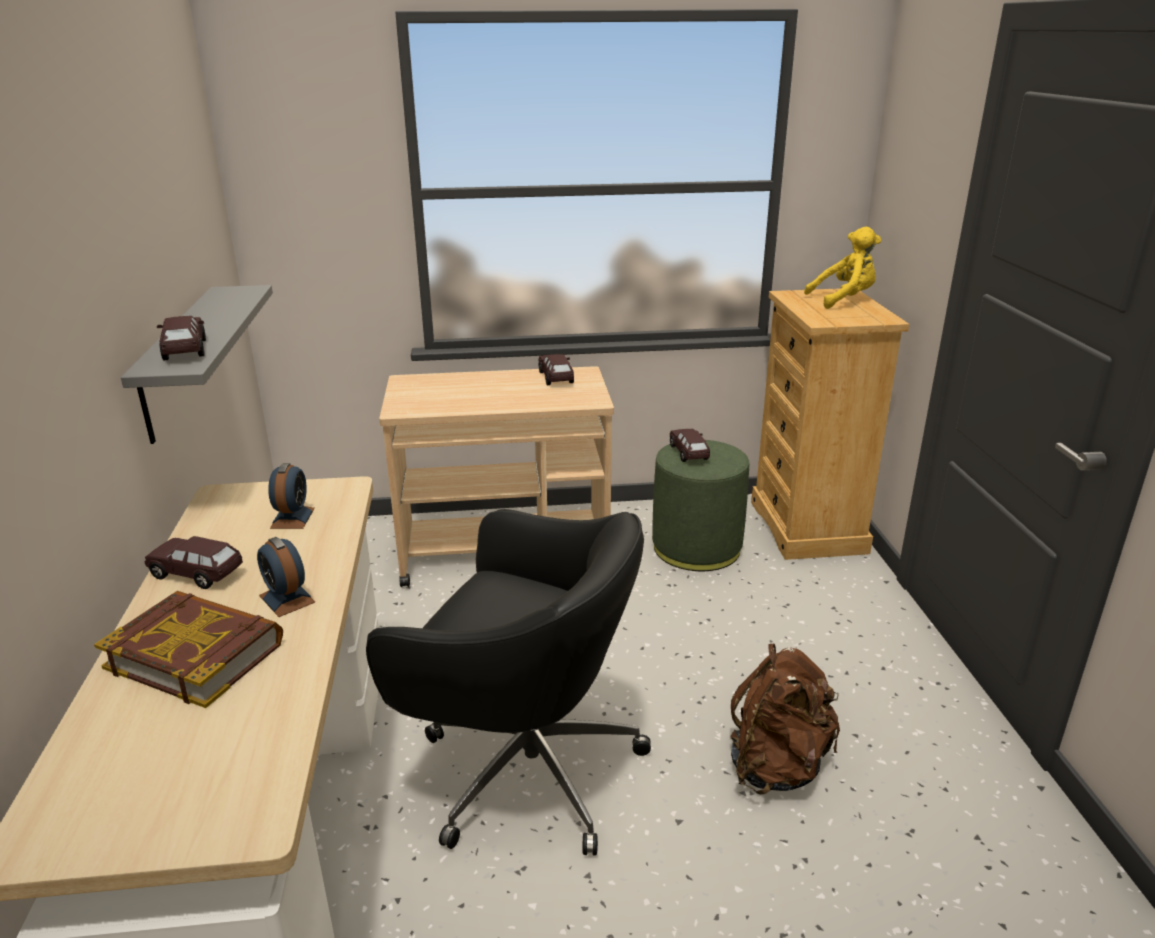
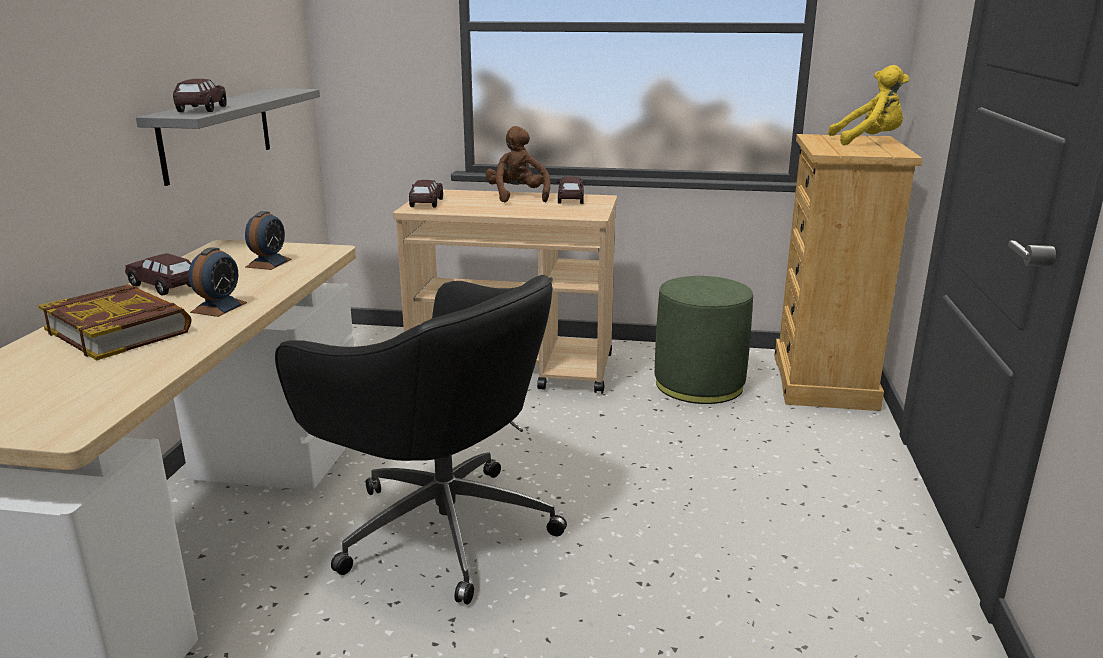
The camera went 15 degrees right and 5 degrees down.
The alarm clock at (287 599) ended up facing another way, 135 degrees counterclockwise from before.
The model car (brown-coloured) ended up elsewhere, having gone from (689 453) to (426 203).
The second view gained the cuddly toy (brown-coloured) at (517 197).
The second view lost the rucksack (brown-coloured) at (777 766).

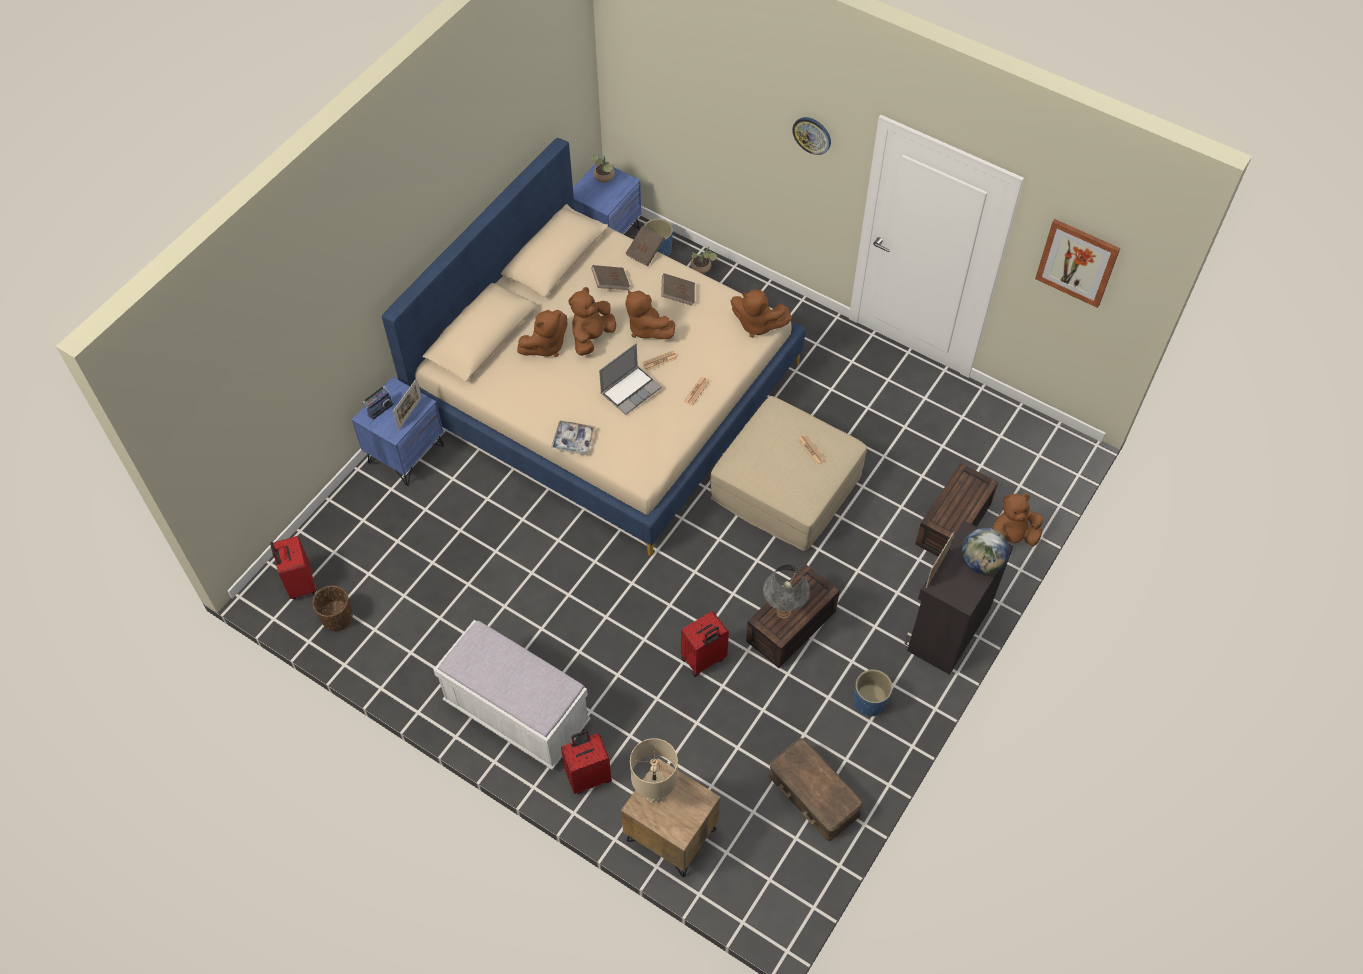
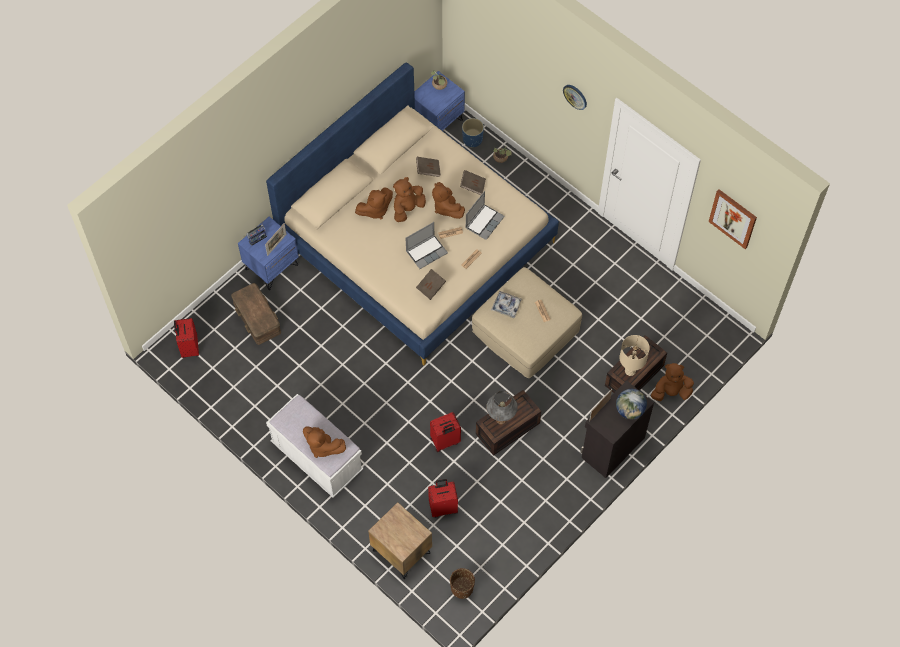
The camera went 10 degrees right and 5 degrees up.
The storage box (brown-coloured) ended up elsewhere, having gone from (813 795) to (256 318).
The cuddly toy (brown-coloured) ended up elsewhere, having gone from (757 324) to (322 446).
The volume (brown-coloured) ended up elsewhere, having gone from (645 252) to (431 287).
The suitcase (reddish) ended up elsewhere, having gone from (588 776) to (443 507).
The flower pot (brown-coloured) ended up elsewhere, having gone from (337 617) to (462 588).
The second view gained the portable computer at (484 222).
The carrying tray ended up elsewhere, having gone from (573 440) to (506 306).
The table lamp (beige) ended up elsewhere, having gone from (654 794) to (630 371).
The second view lost the flower pot (blue-coloured) at (870 702).

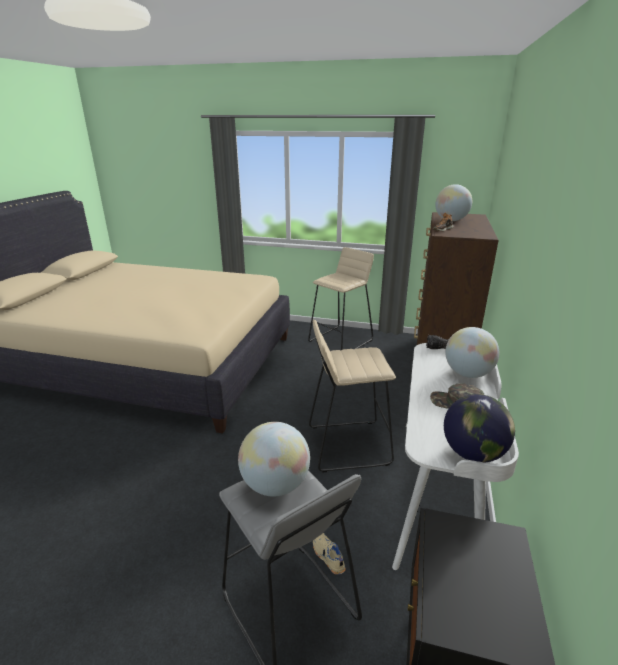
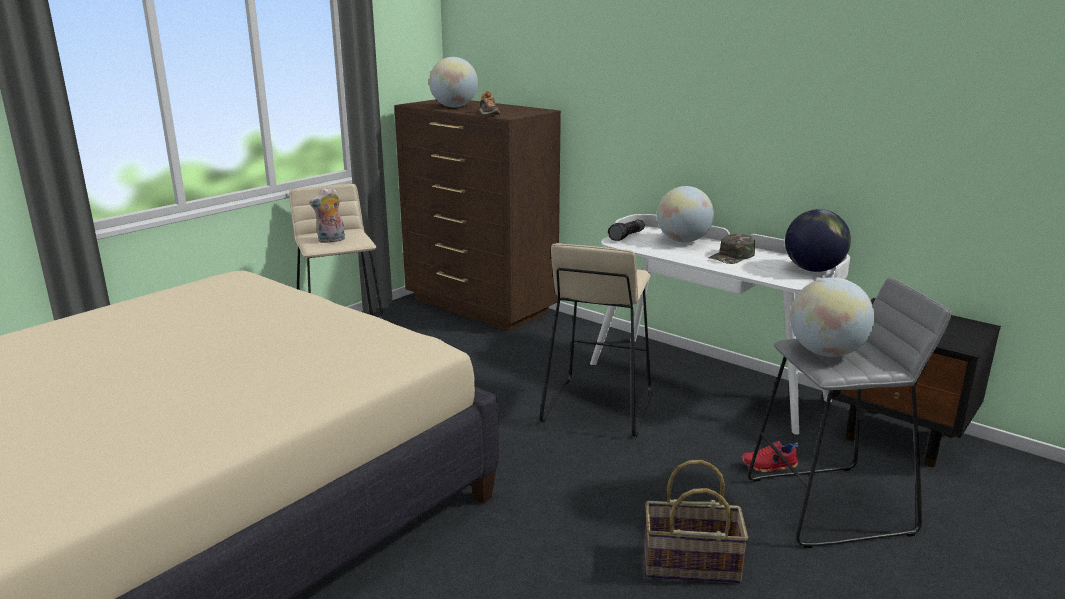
The camera went 65 degrees left and 5 degrees down.
The second view gained the cuddly toy at (331 240).
The second view gained the household basket at (690 565).
What was the item of footwear (beige) at (327 556) turned into the item of footwear (reddish) at (769 466).

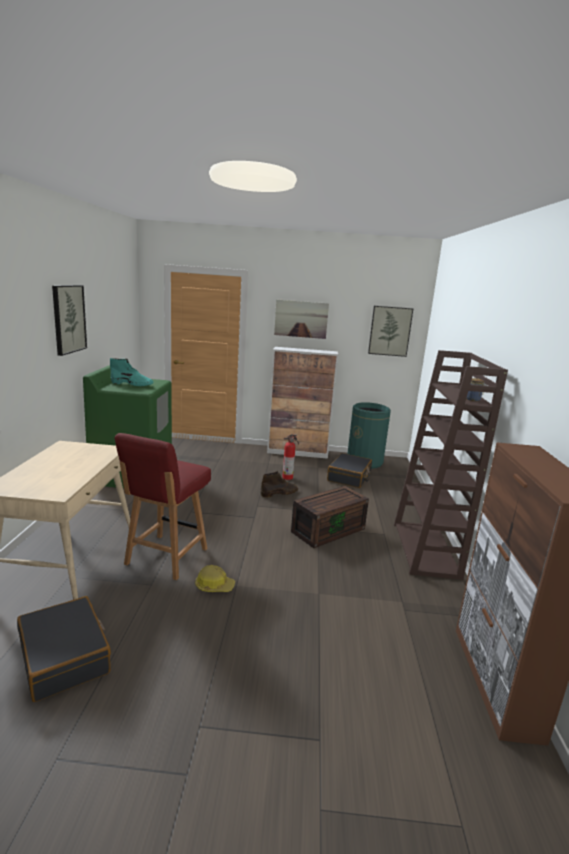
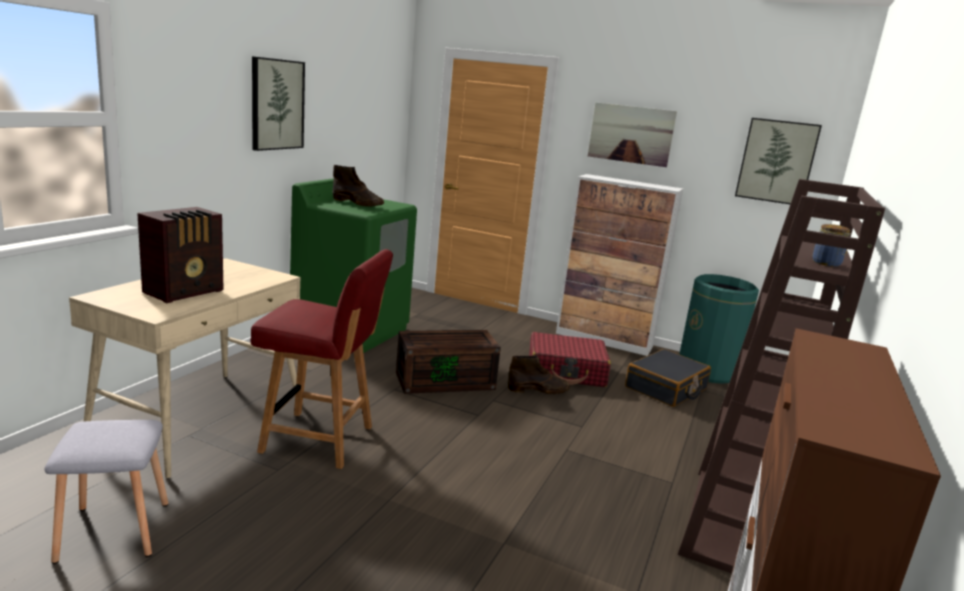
The camera went 20 degrees right and 0 degrees up.
Where the suitcase (blackish) stood at (65 657), the stool (grey) came to stand at (113 530).
The second view gained the radio receiver at (186 292).
The plain chair (reddish) at (165 557) ended up facing another way, 120 degrees counterclockwise from before.
What was the tall boot (turquoise-coloured) at (132 384) turned into the tall boot (brown-coloured) at (358 203).
The storage box (brown-coloured) ended up elsewhere, having gone from (328 529) to (446 380).
Where the extinguisher stood at (288 477), the suitcase (reddish) came to stand at (566 371).
The second view lost the work helmet at (214 586).

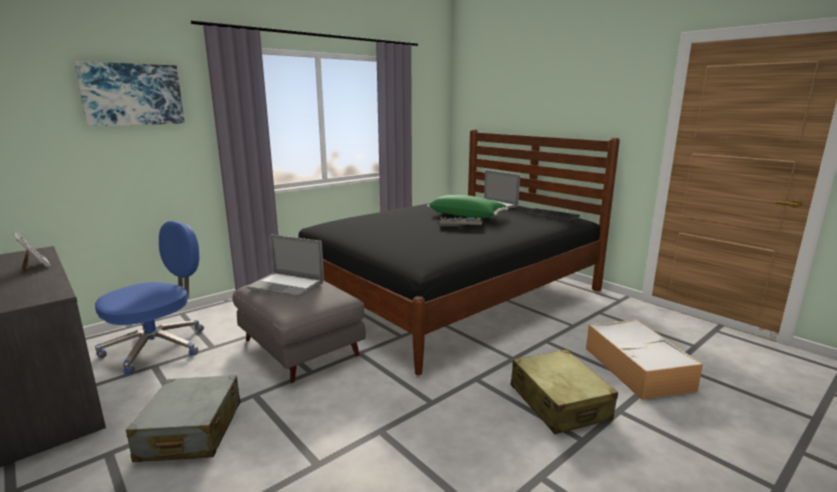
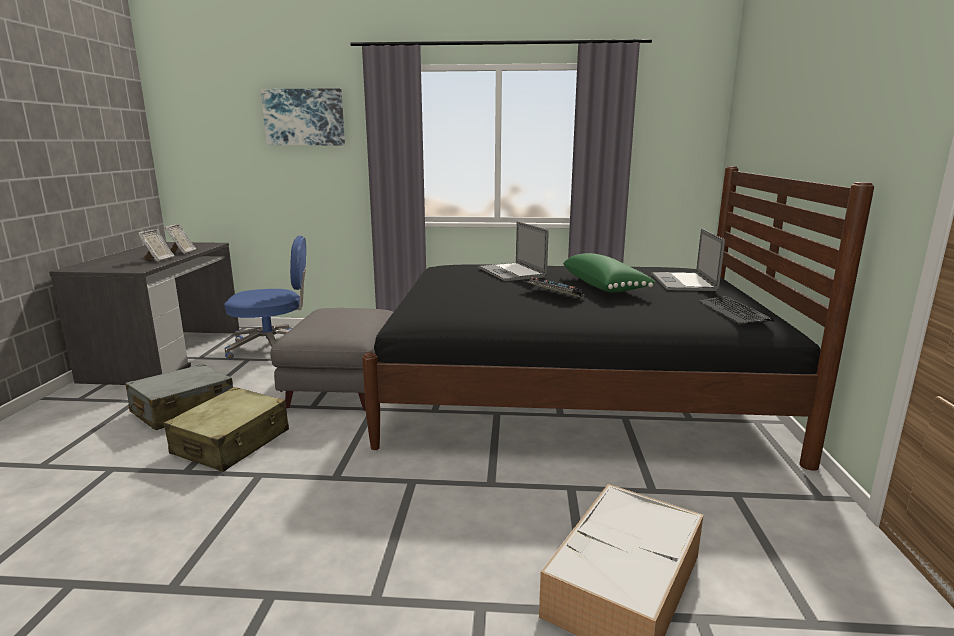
The camera went 45 degrees right and 0 degrees up.
The second view gained the standing frame at (158 260).
The suitcase (beige) ended up elsewhere, having gone from (559 403) to (232 442).
The portable computer ended up elsewhere, having gone from (286 285) to (511 272).

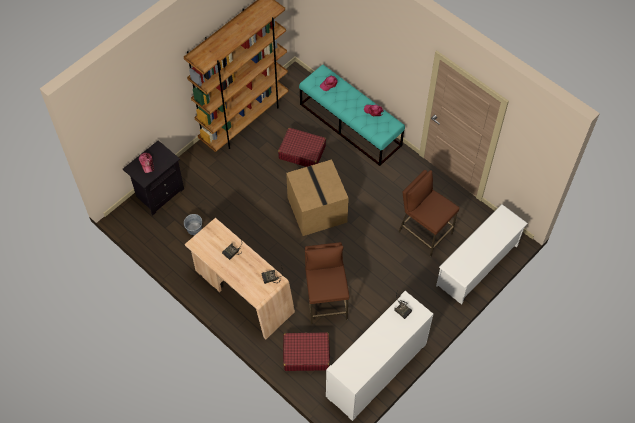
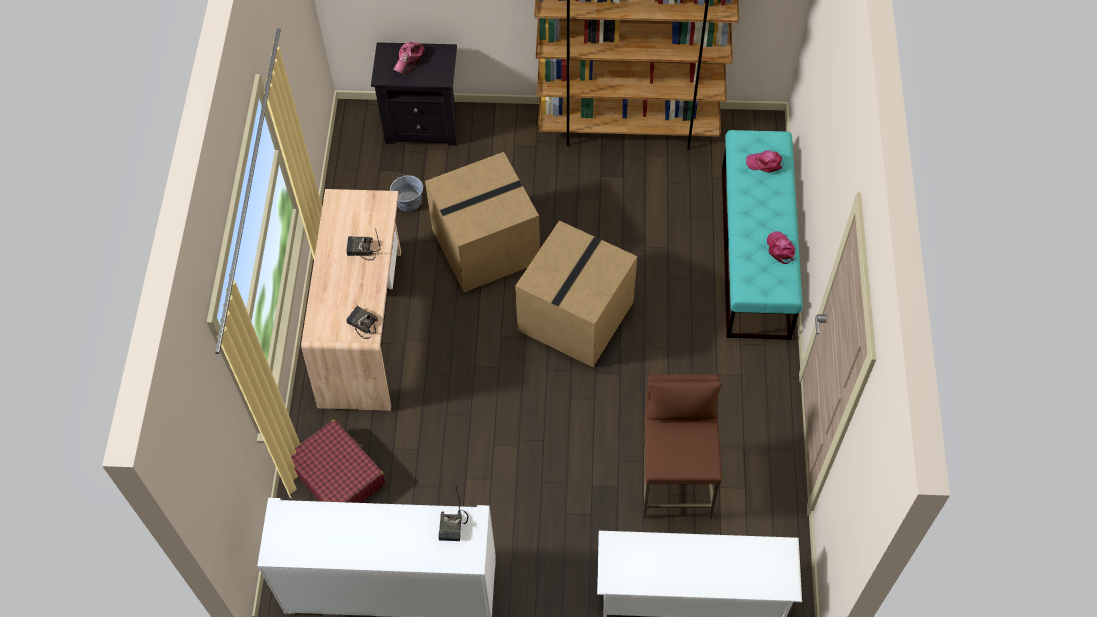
The camera went 50 degrees right and 0 degrees up.
The second view gained the cardboard box at (486 244).
The second view lost the suitcase (reddish) at (302 152).
The second view lost the stool (brown-coloured) at (326 301).

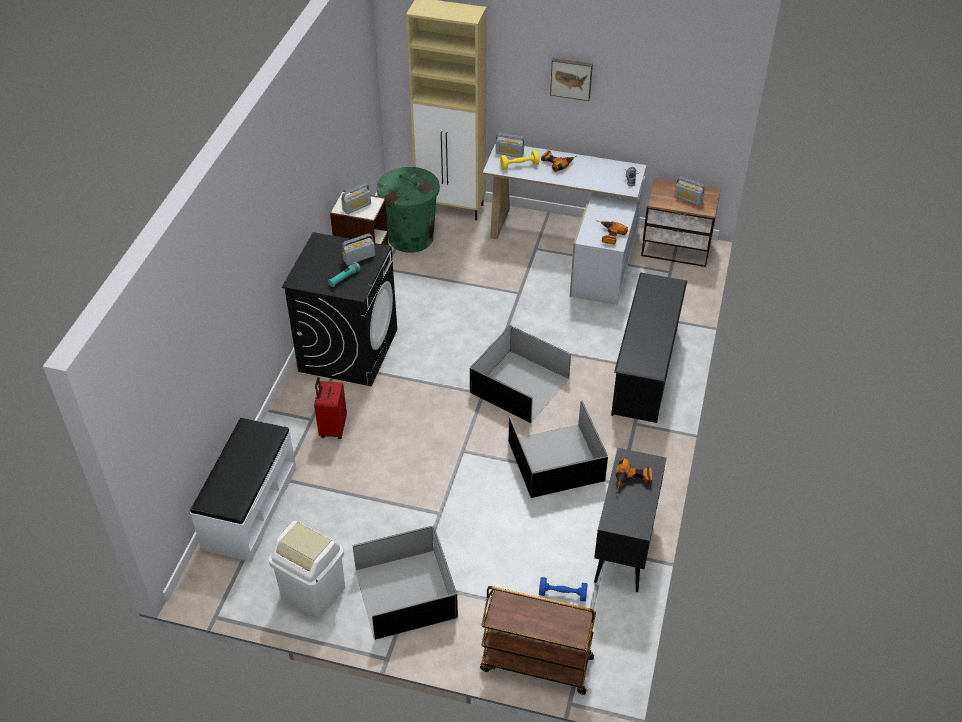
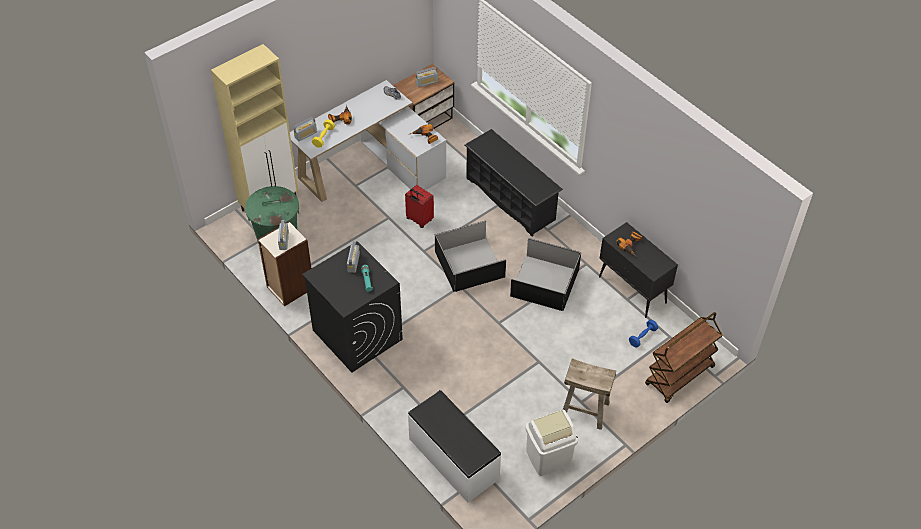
The camera went 55 degrees left and 5 degrees up.
The suitcase (reddish) ended up elsewhere, having gone from (332 428) to (419 220).
Where the storage box (blackish) stood at (405 592), the stool (beige) came to stand at (584 410).
The second view lost the wall picture at (571 78).

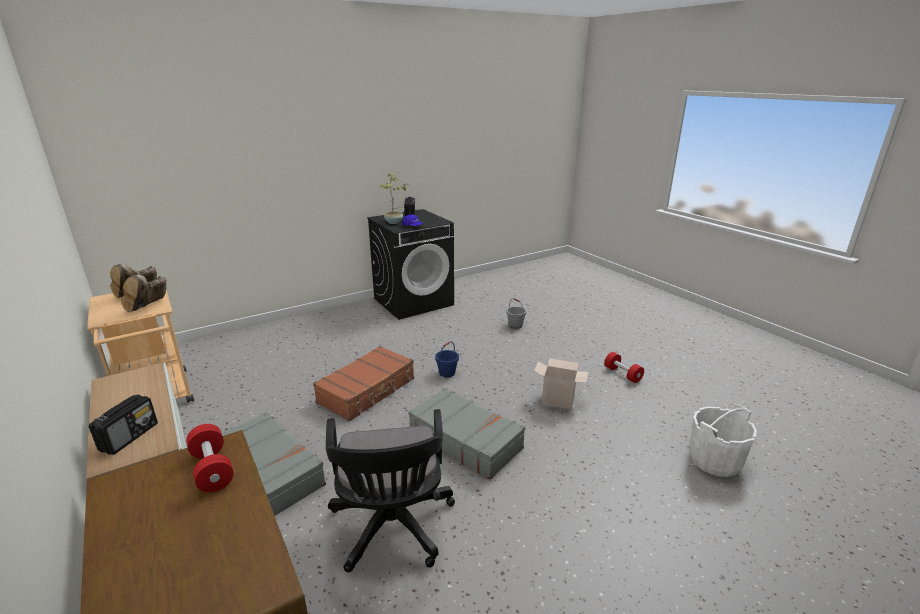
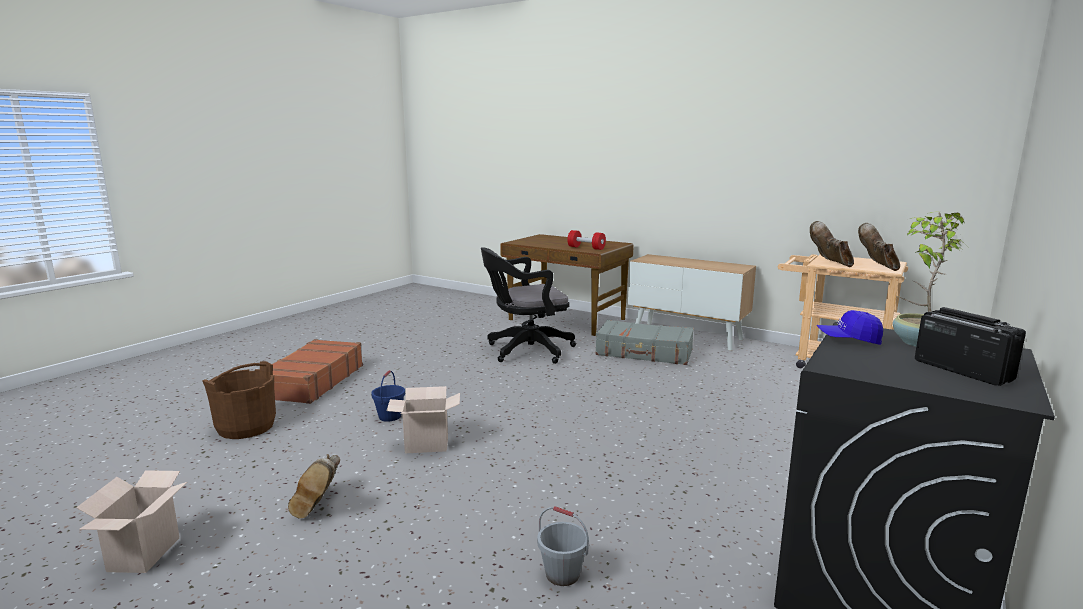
The camera went 155 degrees right and 10 degrees down.
The second view gained the cardboard box at (144 555).
What was the water bucket (white) at (714 460) turned into the water bucket (brown-coloured) at (246 427).
The suitcase (brown-coloured) ended up elsewhere, having gone from (367 391) to (312 382).
Where the dumbbell (reddish) stood at (622 374), the tall boot (brown-coloured) came to stand at (319 506).
The water bucket (blue-coloured) ended up elsewhere, having gone from (447 373) to (390 416).
The desk chair (blackish) at (392 529) ended up facing another way, 75 degrees counterclockwise from before.
The second view lost the radio receiver at (130 437).
The second view lost the suitcase (grey) at (465 440).

